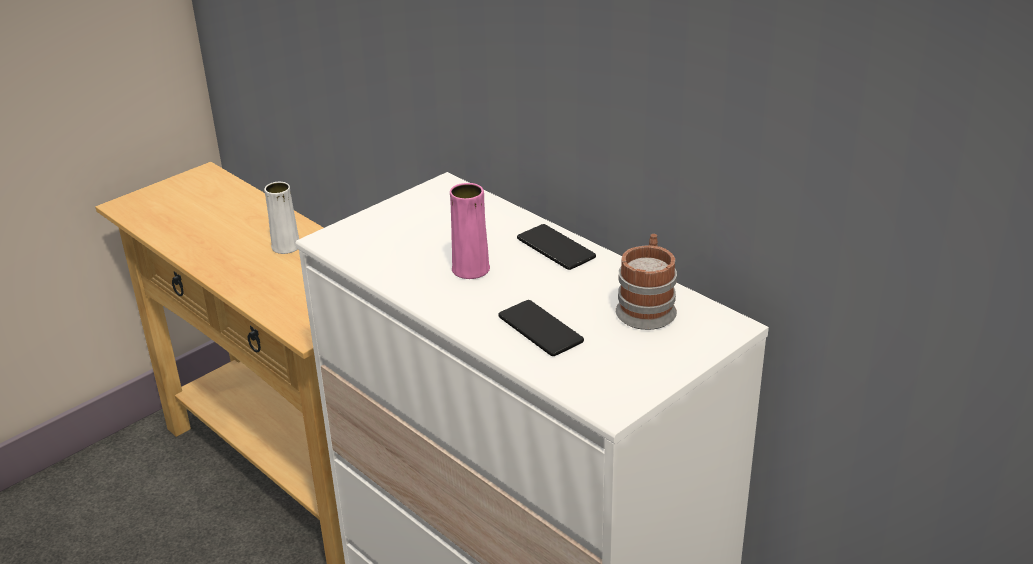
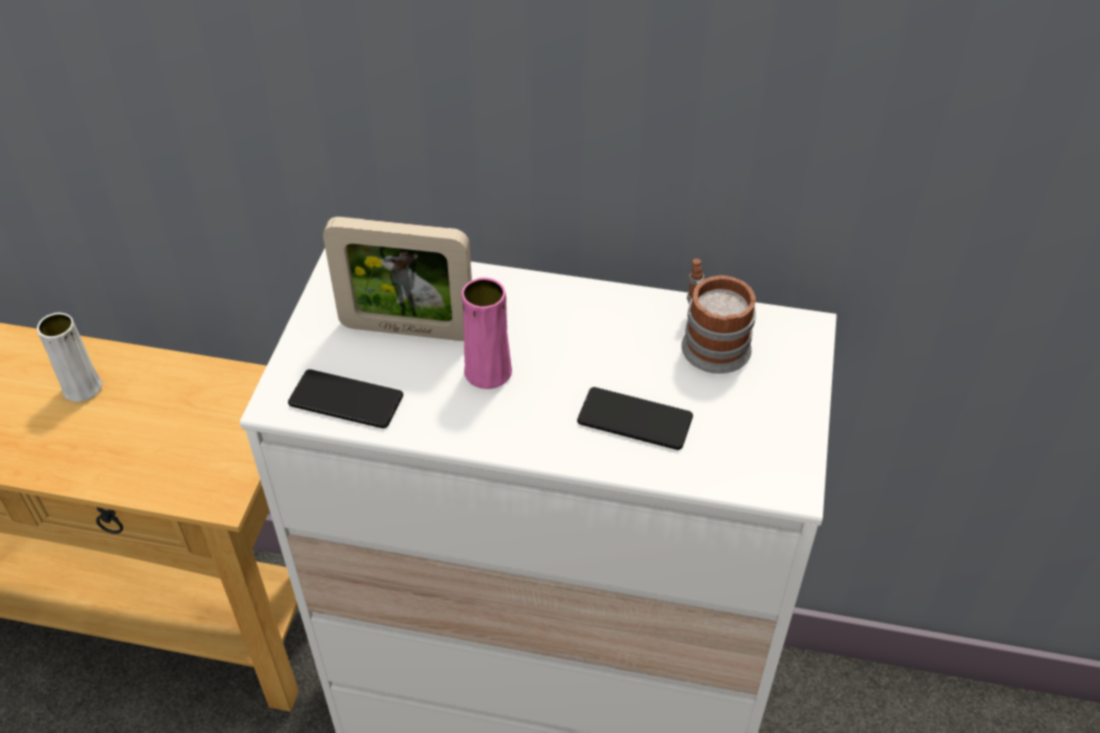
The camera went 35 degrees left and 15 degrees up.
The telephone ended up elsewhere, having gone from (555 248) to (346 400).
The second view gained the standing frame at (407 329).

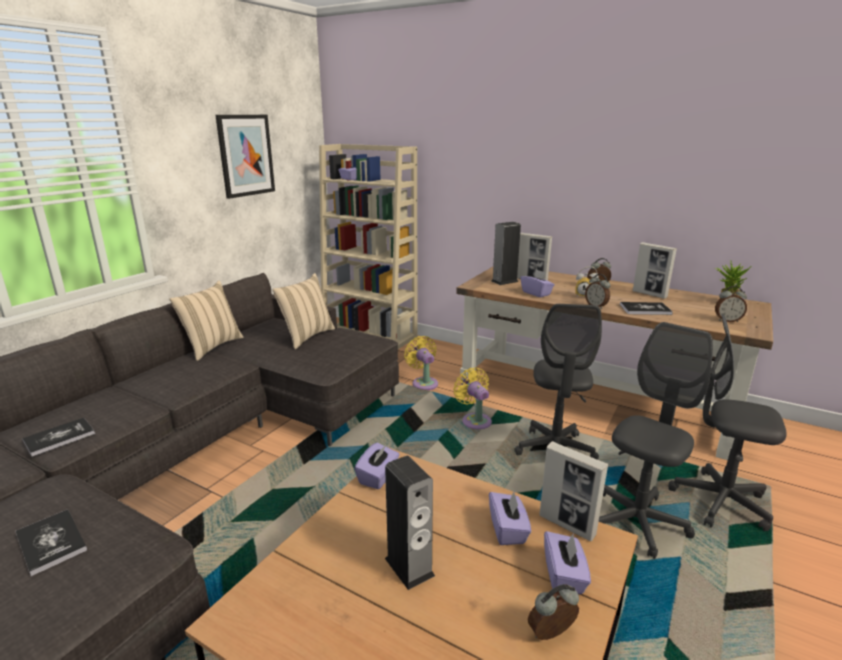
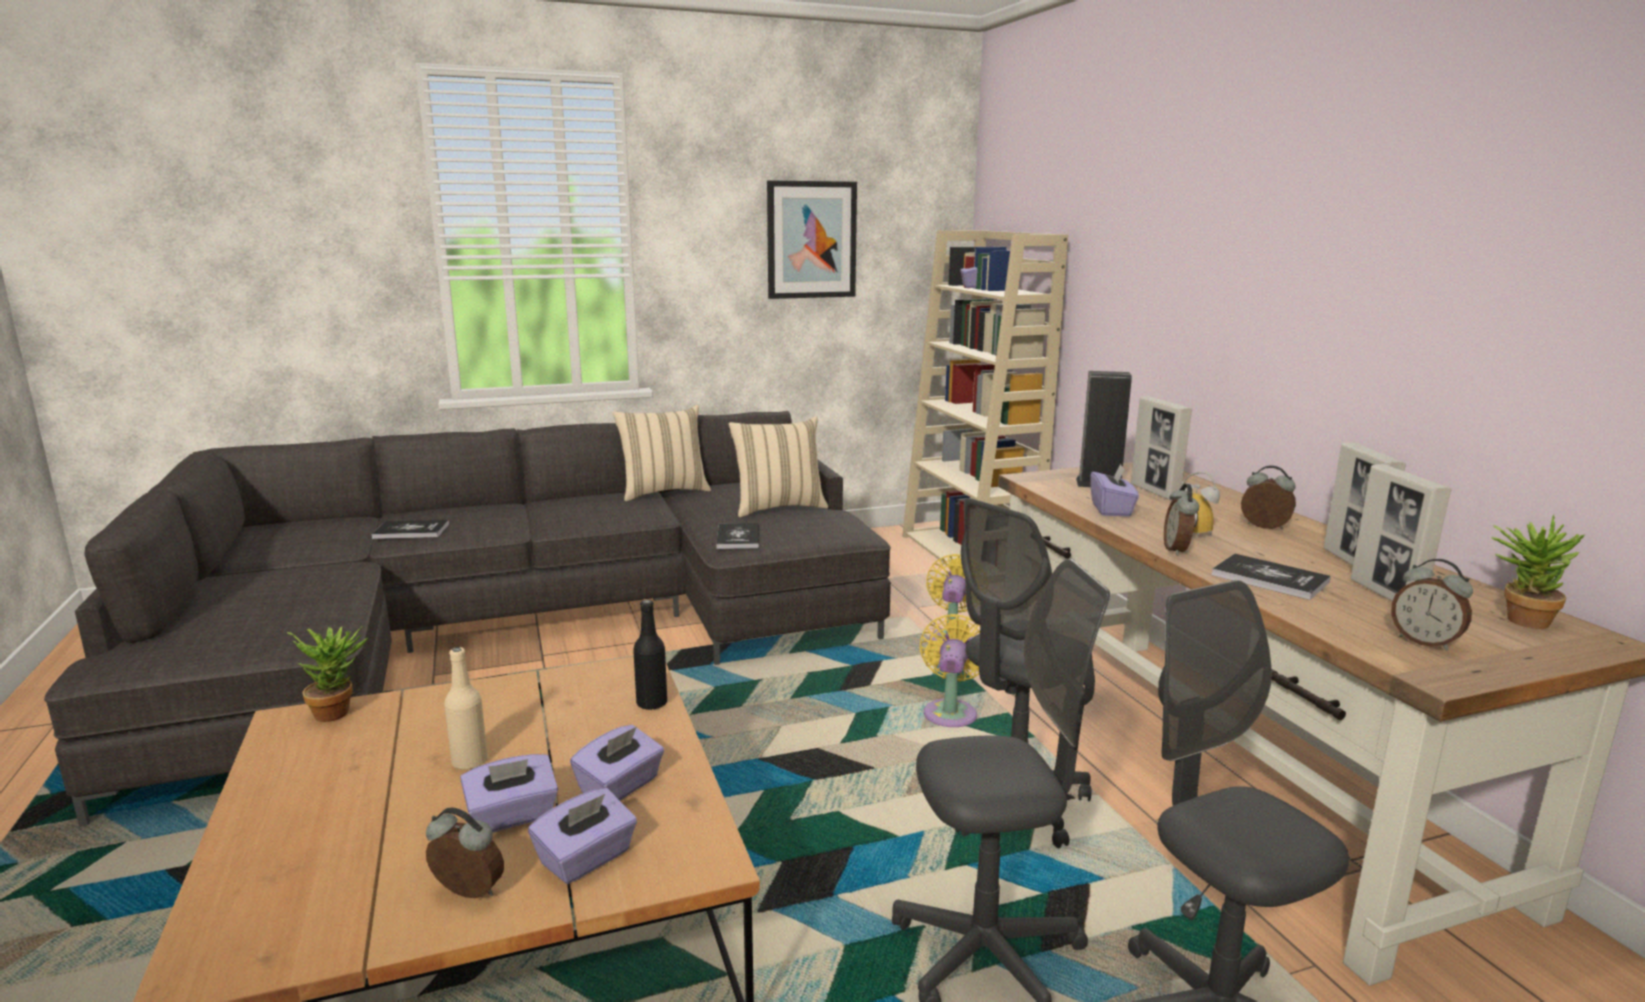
The camera went 40 degrees right and 5 degrees down.
The second view gained the houseplant at (338 711).
Where the loudspeaker stood at (409 567), the bottle (beige) came to stand at (470 762).
The box of tissues (purple) ended up elsewhere, having gone from (378 477) to (513 816).
The second view gained the bottle (blackish) at (652 703).
The volume ended up elsewhere, having gone from (51 542) to (738 537).
The standing frame ended up elsewhere, having gone from (567 525) to (1386 595).

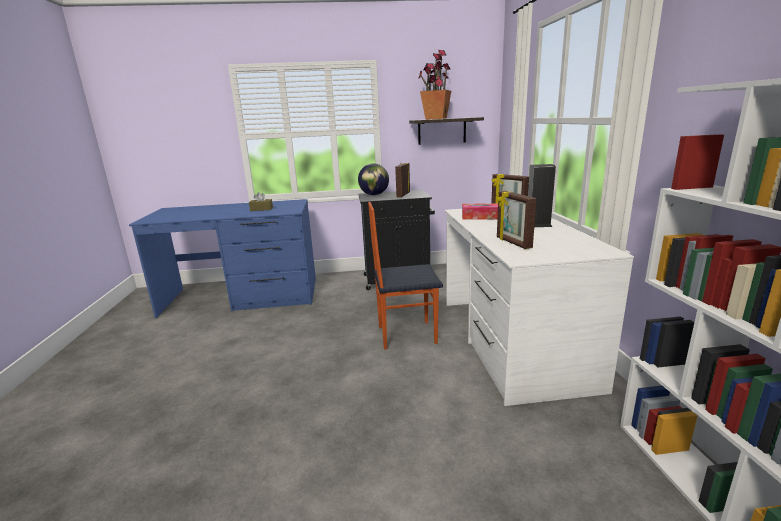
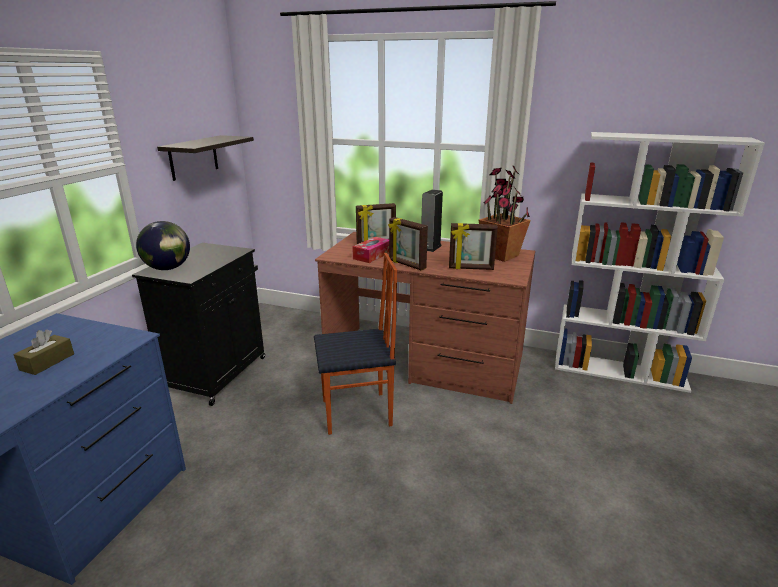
The camera went 65 degrees left and 5 degrees up.
The plain chair at (406 334) ended up facing another way, 120 degrees counterclockwise from before.
What was the desk table (white) at (511 341) turned into the desk table (brown-coloured) at (425 361).
The standing frame ended up elsewhere, having gone from (403 195) to (406 265).
The houseplant ended up elsewhere, having gone from (435 119) to (500 255).

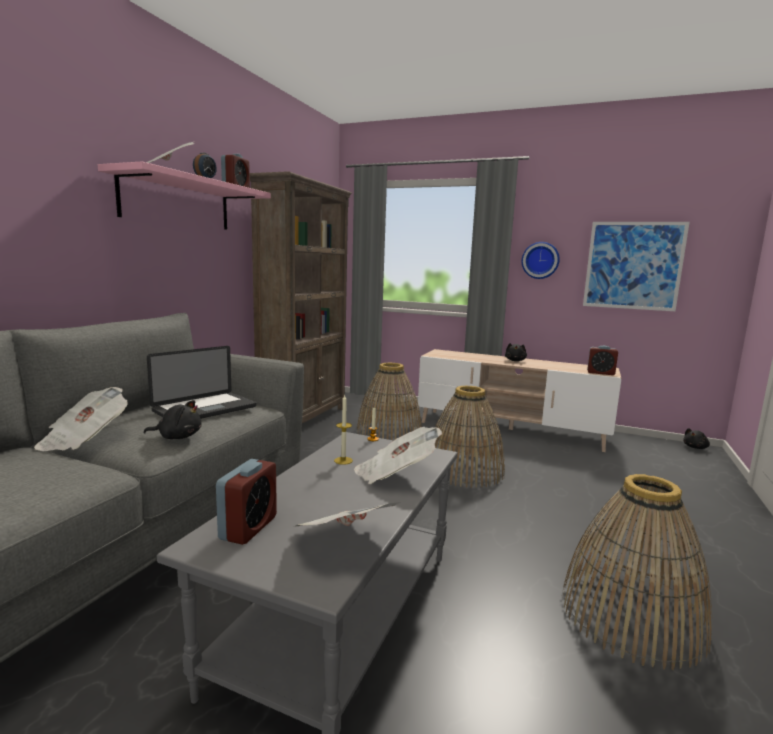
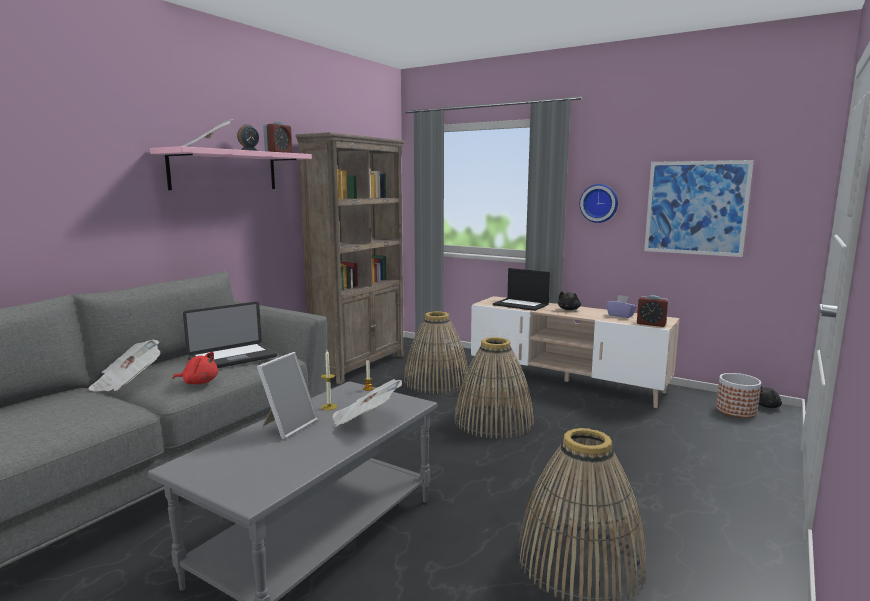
The camera went 10 degrees right and 0 degrees up.
What was the cuddly toy (blackish) at (177 437) turned into the cuddly toy (reddish) at (199 382).
The second view gained the standing frame at (288 426).
The second view gained the portable computer at (521 304).
The second view gained the box of tissues (purple) at (620 315).
The second view gained the flower pot at (736 410).
The second view lost the alarm clock at (248 528).
The second view lost the printed paper at (345 541).

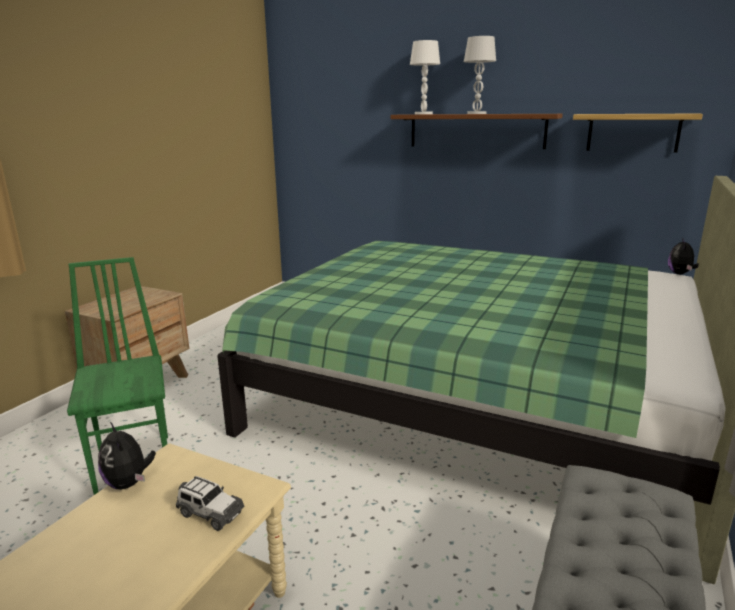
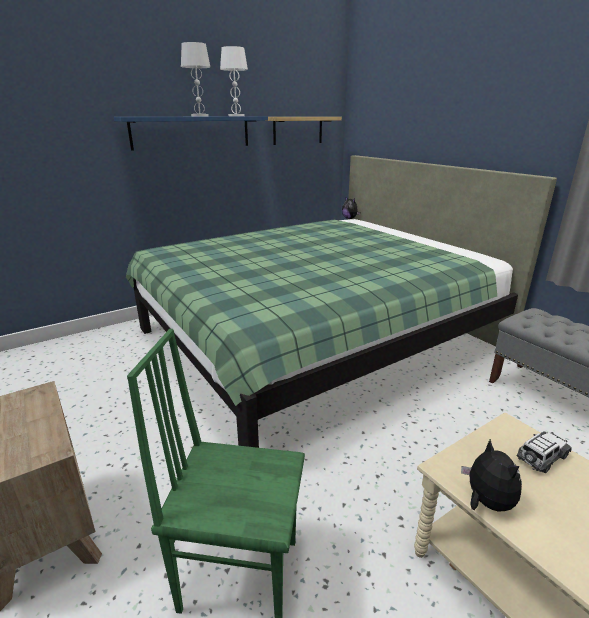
The camera went 60 degrees left and 5 degrees up.
What was the shelf (brown-coloured) at (476 131) turned into the shelf (blue-coloured) at (192 132).
The table lamp (white) ended up elsewhere, having gone from (423 114) to (236 116).
The cuddly toy at (129 483) ended up facing another way, 105 degrees counterclockwise from before.

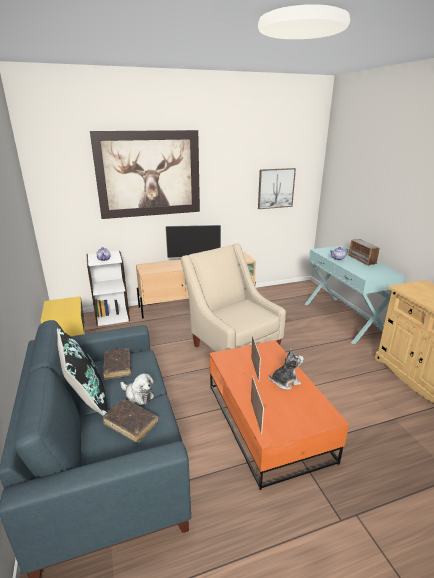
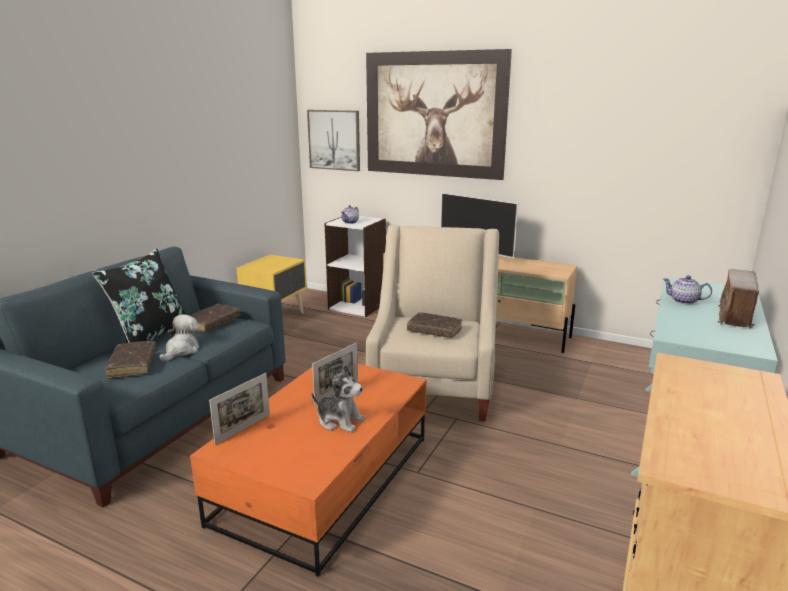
The camera went 45 degrees right and 5 degrees down.
The cuddly toy at (138 395) ended up facing another way, 150 degrees counterclockwise from before.
The wall picture ended up elsewhere, having gone from (276 188) to (334 140).
The second view gained the volume (brown-coloured) at (434 331).

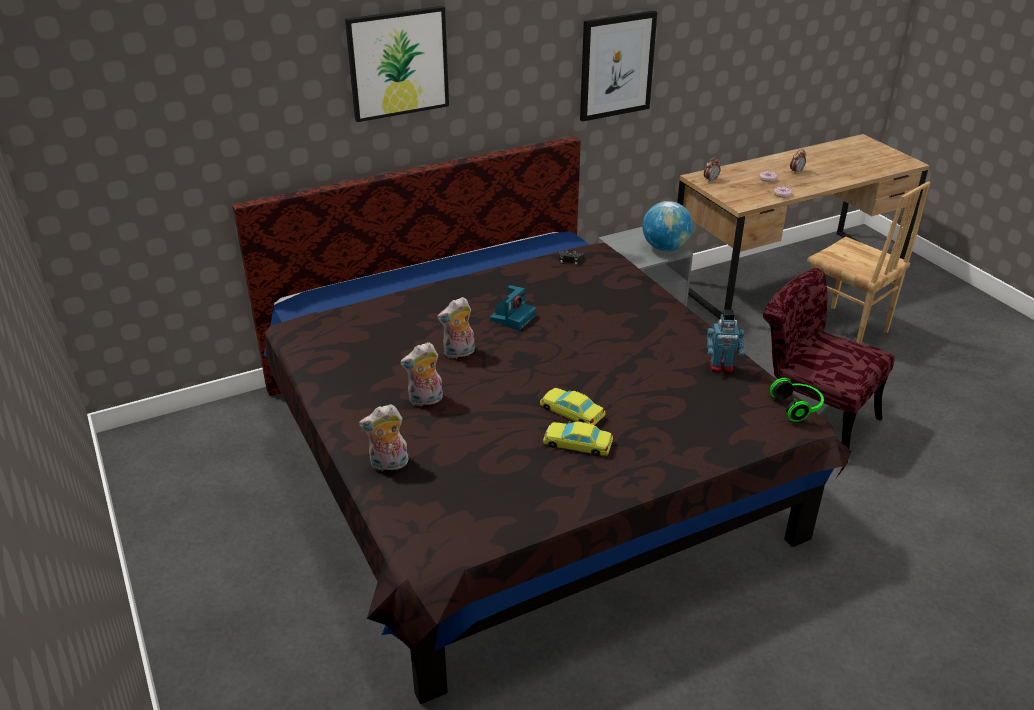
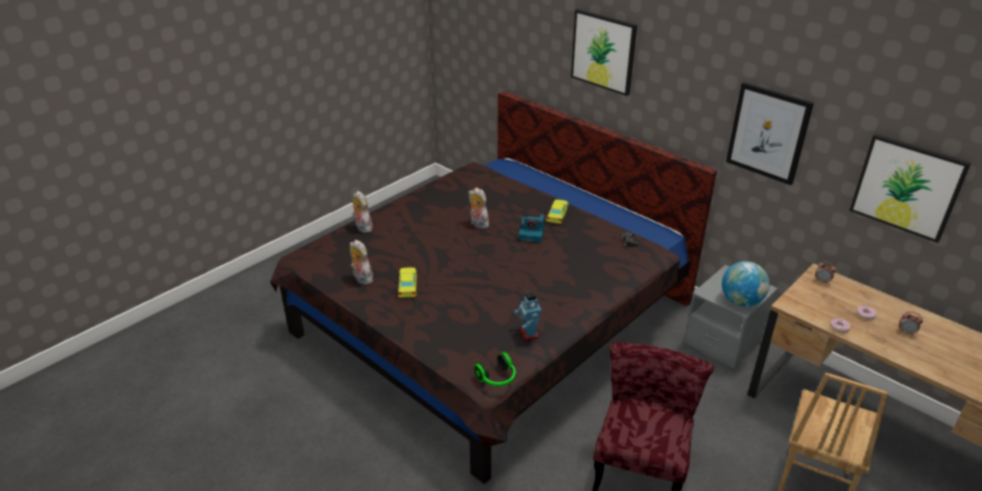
The camera went 70 degrees right and 0 degrees up.
The cuddly toy ended up elsewhere, having gone from (425 401) to (361 278).
The model car (yellow) ended up elsewhere, having gone from (571 411) to (557 214).
The second view gained the wall picture at (907 187).

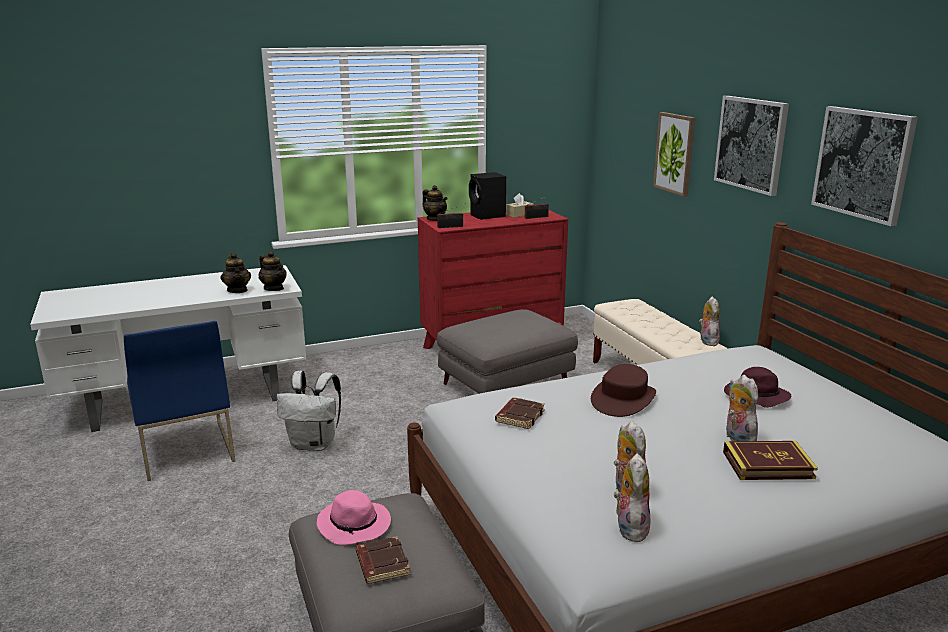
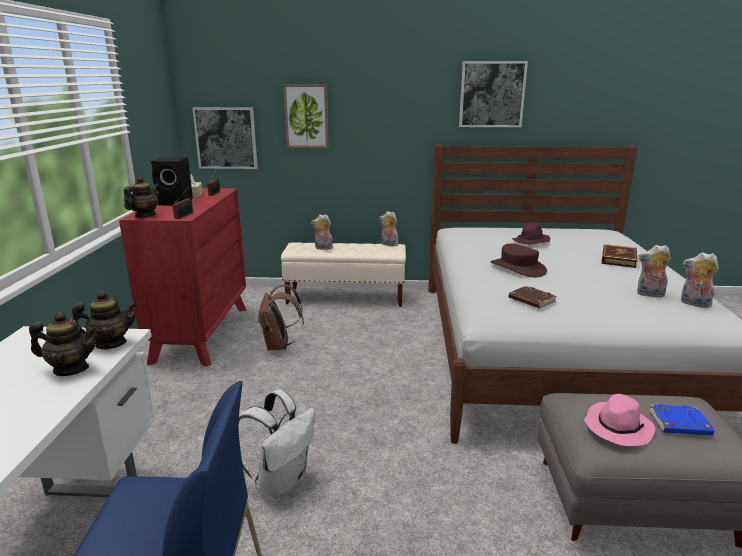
The camera went 65 degrees left and 0 degrees up.
The tea pot at (435 219) ended up facing another way, 45 degrees counterclockwise from before.
The wall picture ended up elsewhere, having gone from (751 144) to (226 138).
Where the pouffe (grey) stood at (506 385), the rucksack (brown-coloured) came to stand at (279 346).
The cuddly toy ended up elsewhere, having gone from (737 439) to (323 248).
What was the volume (brown-coloured) at (381 564) turned into the volume (blue-coloured) at (679 424).

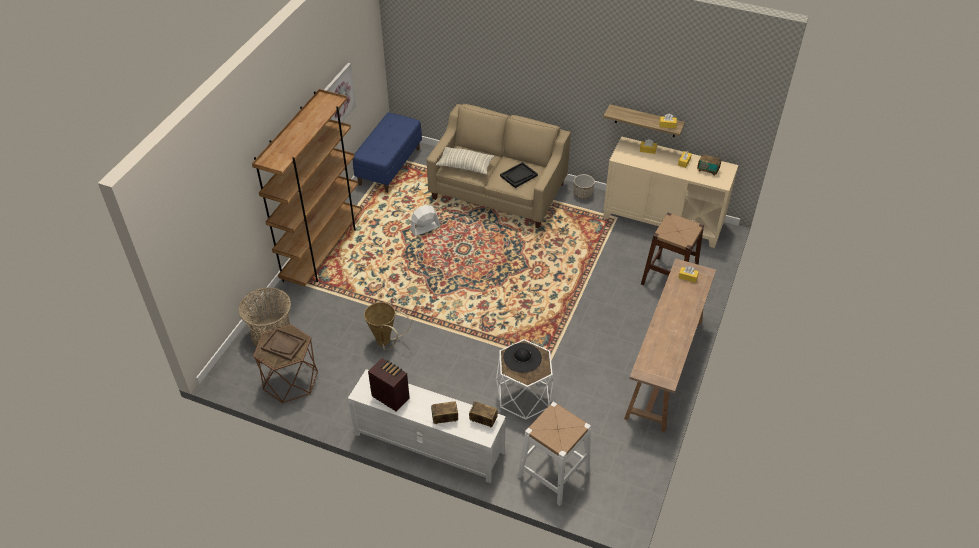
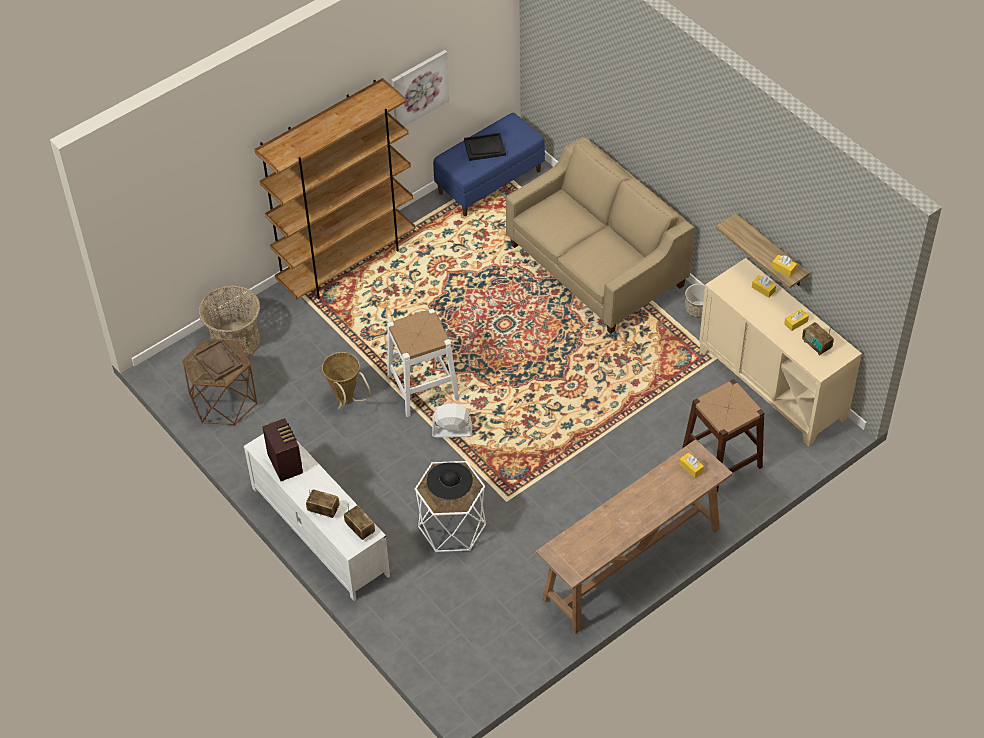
The camera went 30 degrees right and 5 degrees up.
The stool (white) ended up elsewhere, having gone from (553 473) to (422 387).
The cooling fan (white) ended up elsewhere, having gone from (425 228) to (452 431).
The carrying tray (blackish) ended up elsewhere, having gone from (518 176) to (484 148).
The second view lost the cushion at (465 166).

